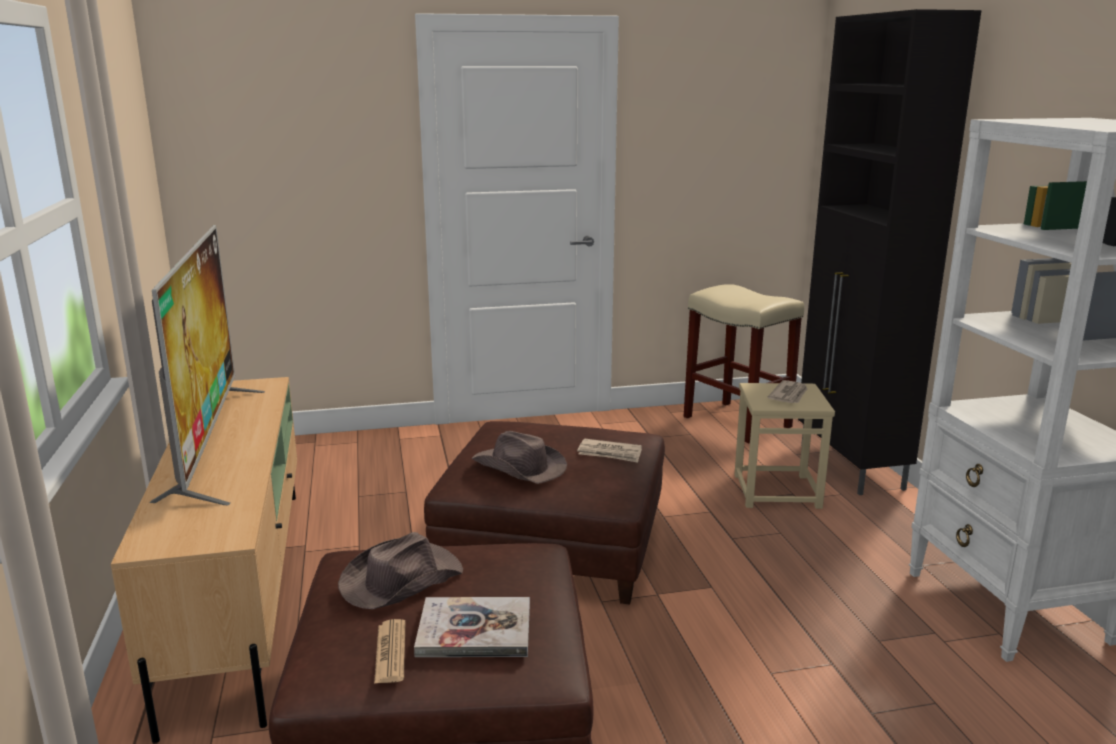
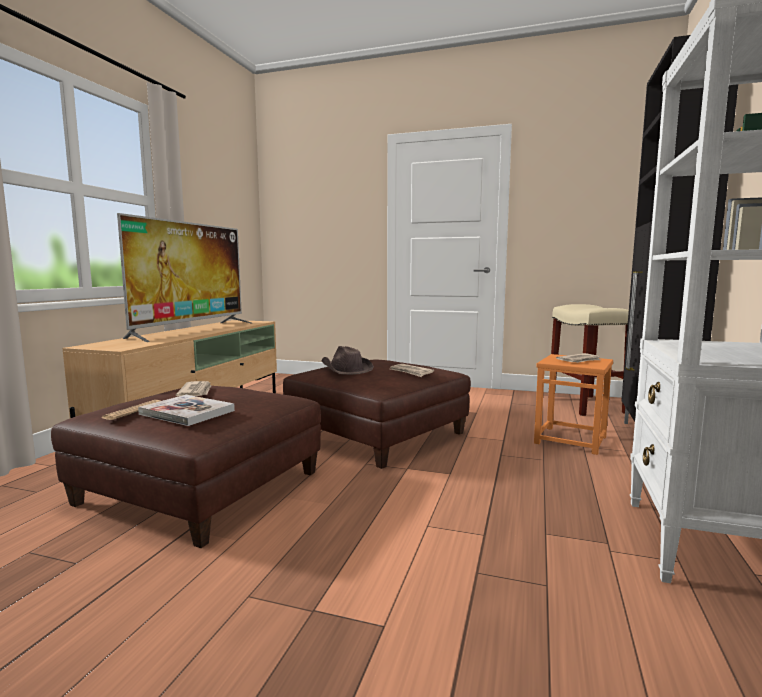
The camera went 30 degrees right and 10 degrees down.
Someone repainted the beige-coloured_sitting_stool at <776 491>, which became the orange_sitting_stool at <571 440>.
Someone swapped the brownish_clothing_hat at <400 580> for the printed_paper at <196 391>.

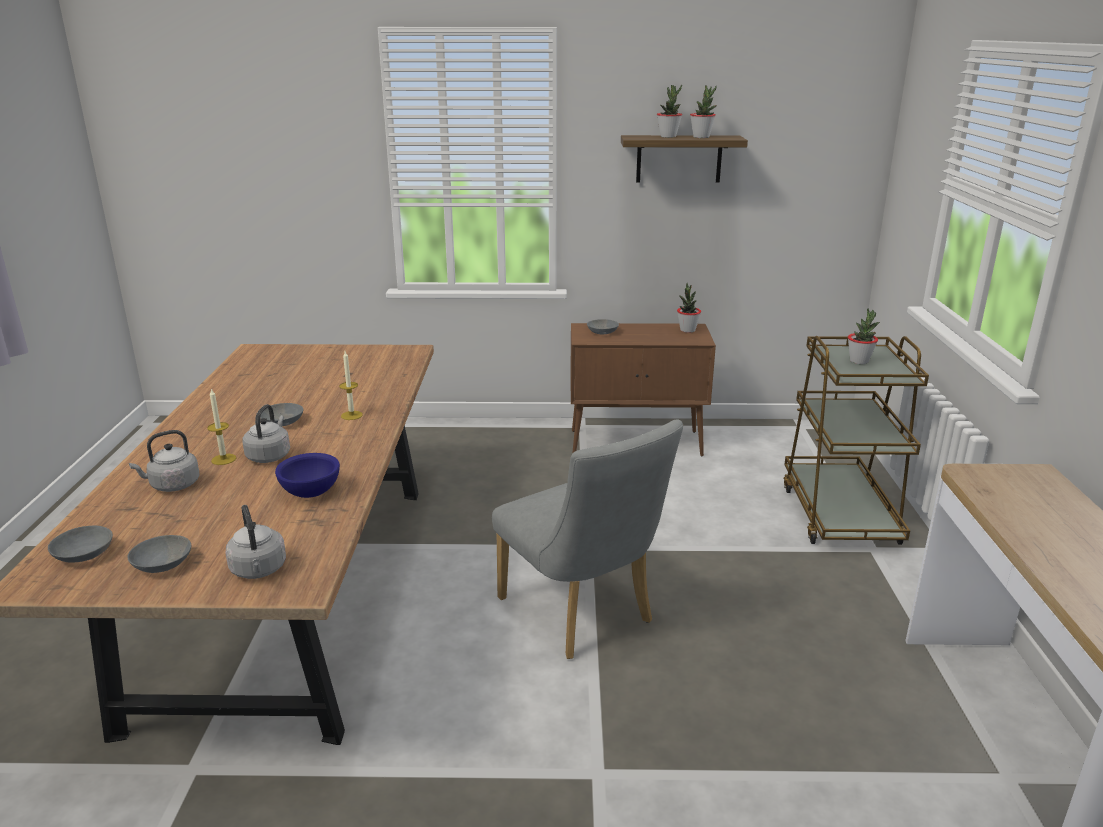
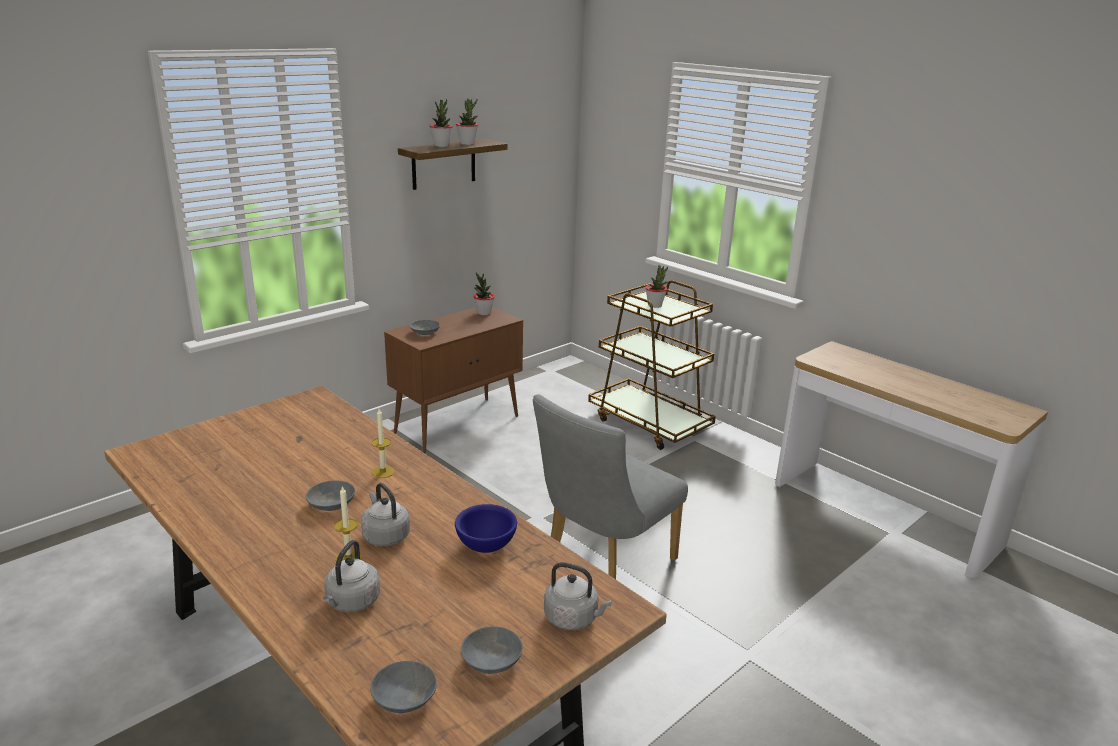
The camera went 45 degrees left and 0 degrees up.
Someone rotated the grey_plain_chair at <582 615> by 120 degrees clockwise.

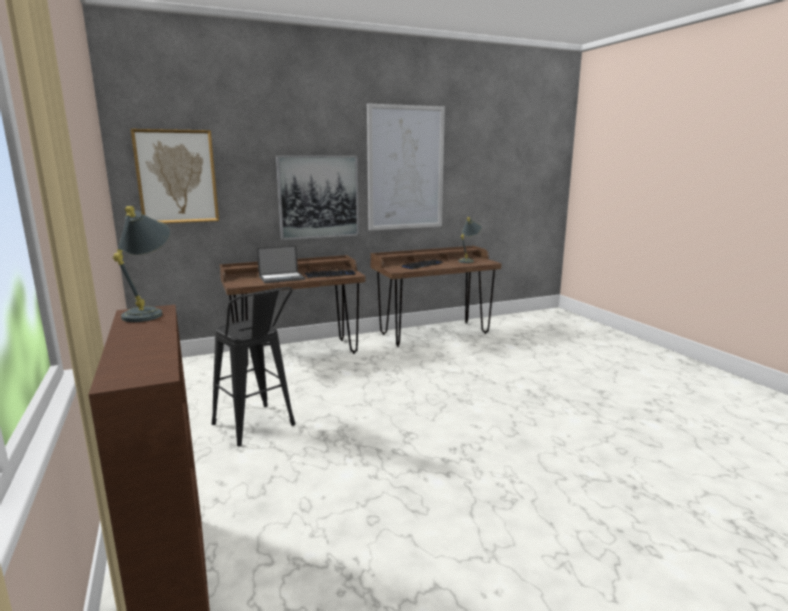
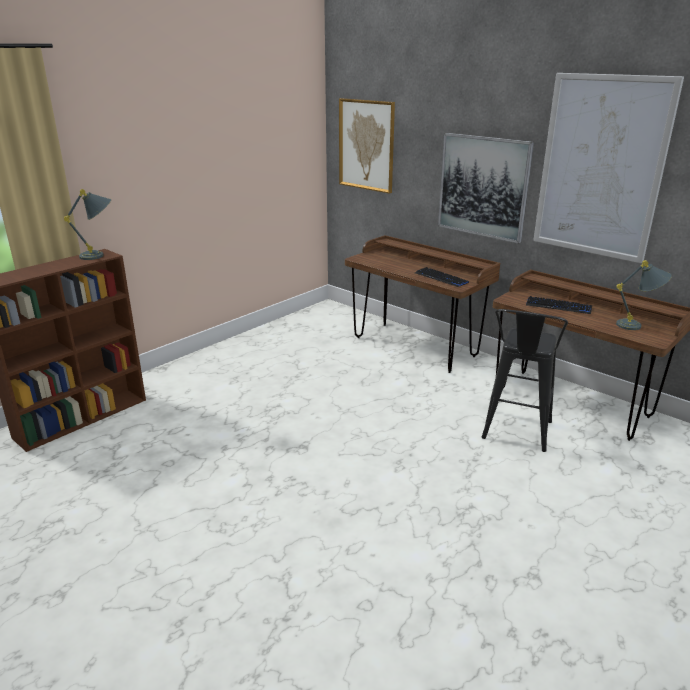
The camera went 65 degrees right and 10 degrees up.
Someone took away the laptop at <282 278>.
Someone carried the black-coloured_sitting_stool from <257 428> to <515 434>.

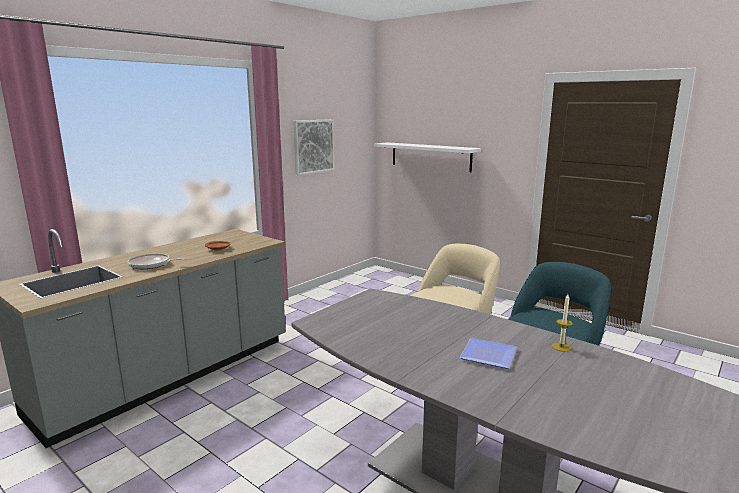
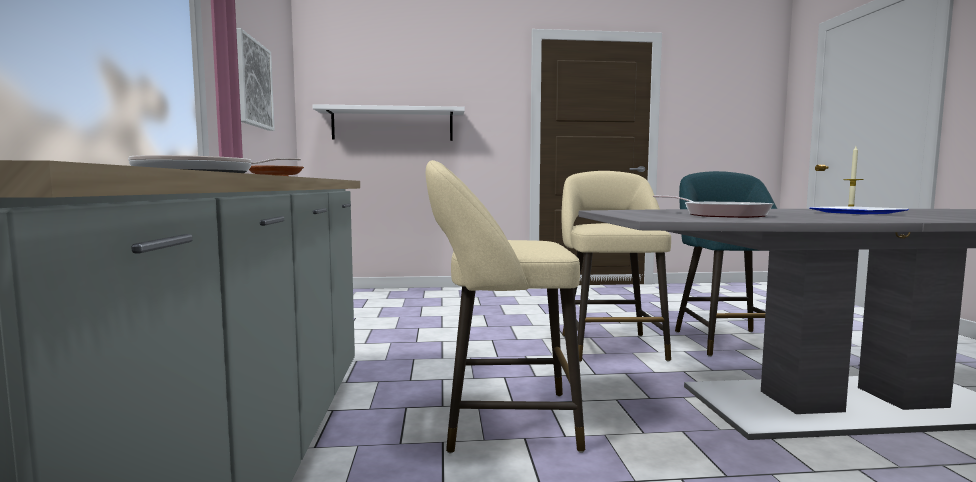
The camera went 45 degrees left and 10 degrees down.
Someone put down the beige-coloured_sitting_stool at <501 421>.
Someone put down the frying_pan at <719 215>.

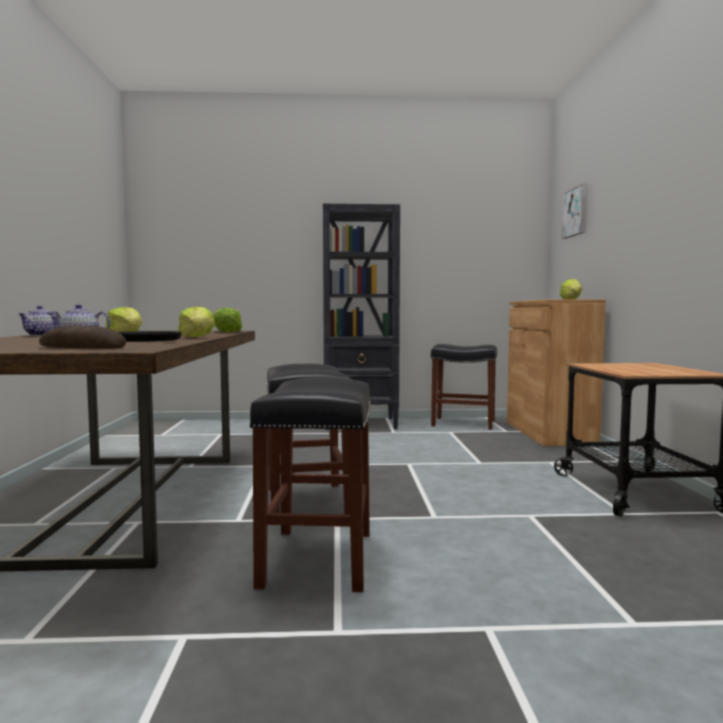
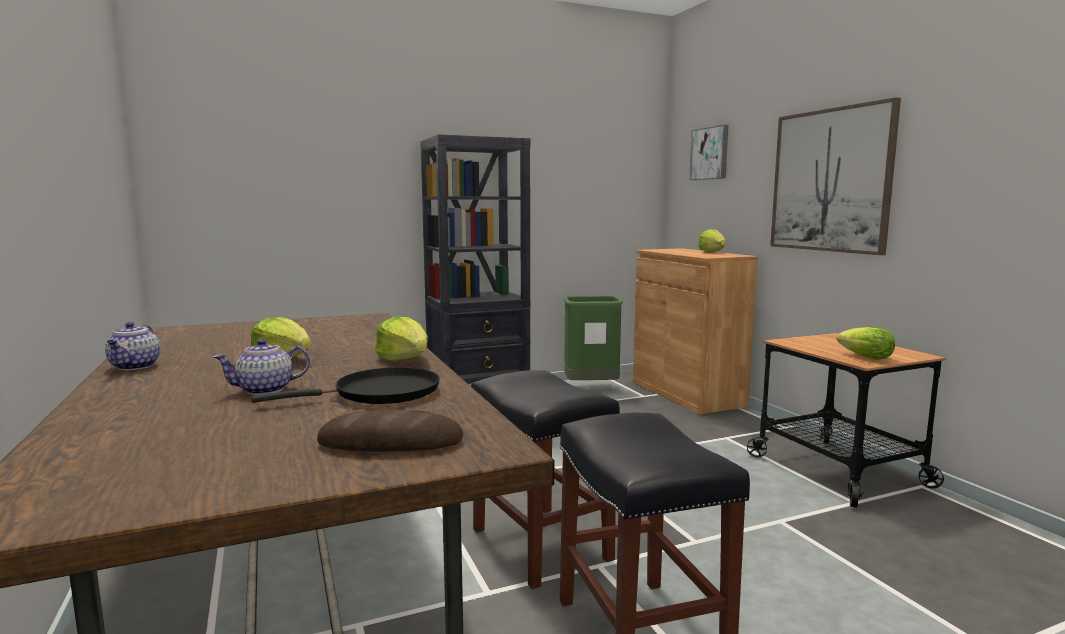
The camera went 20 degrees left and 5 degrees up.
Someone carried the head_of_lettuce from <227 332> to <866 357>.
Someone swapped the black-coloured_sitting_stool at <464 423> for the greenish_rubbish_bin at <591 388>.
Someone put up the wall_art at <830 180>.

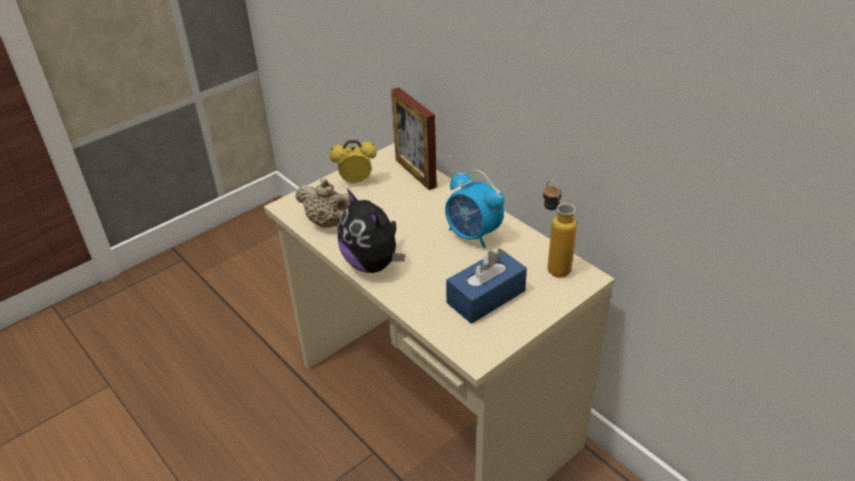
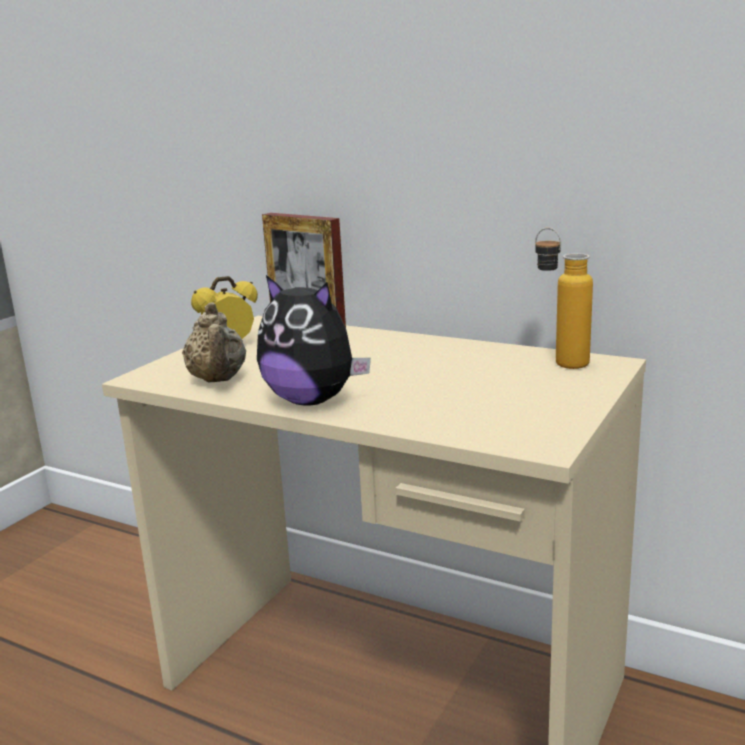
The camera went 20 degrees left and 20 degrees down.
Someone took away the table_clock at <473 235>.
Someone rotated the beige-coloured_tea_pot at <330 223> by 60 degrees clockwise.
Someone took away the blue_tissue_holder at <486 297>.

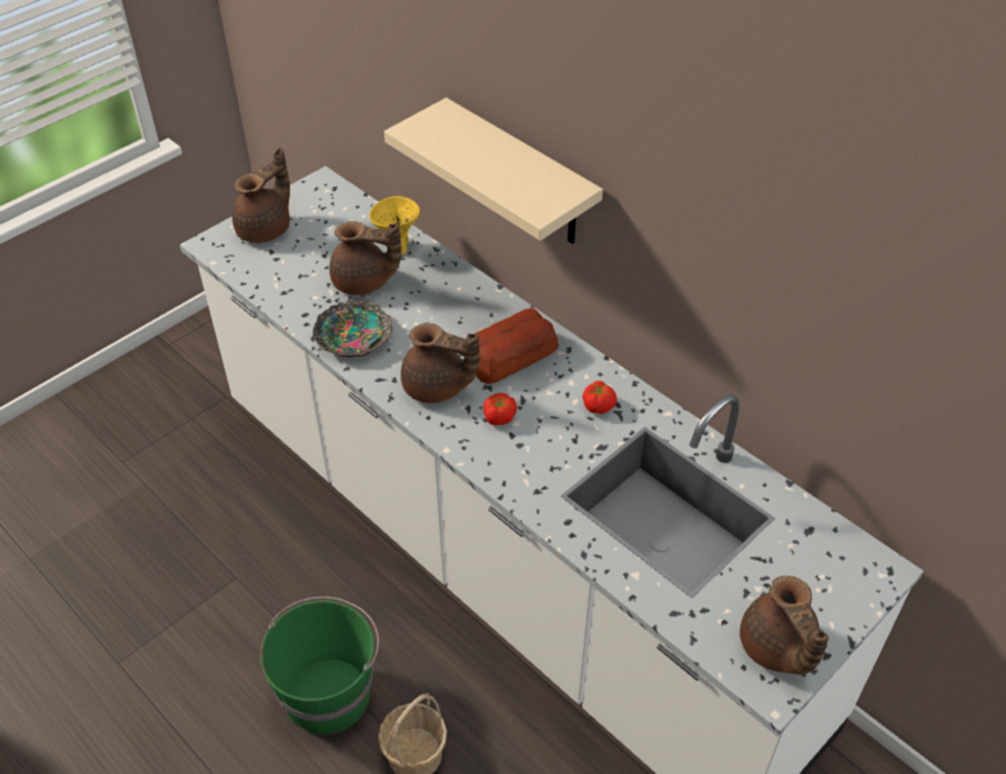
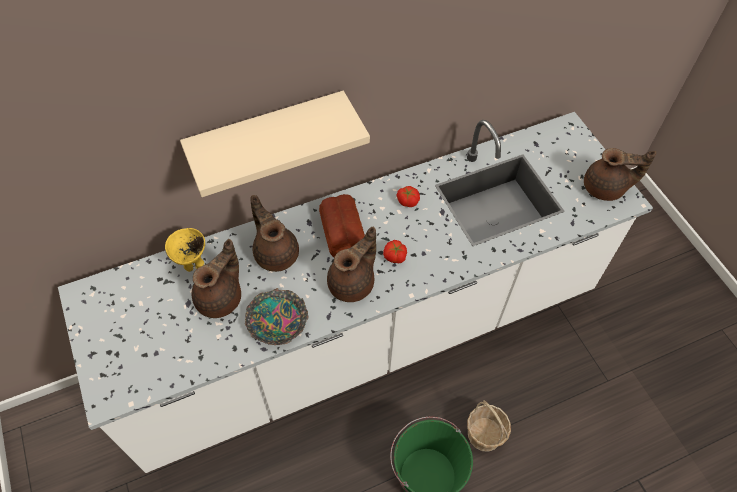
The camera went 70 degrees left and 10 degrees up.
Someone carried the brownish_tea_pot from <266 229> to <276 252>.

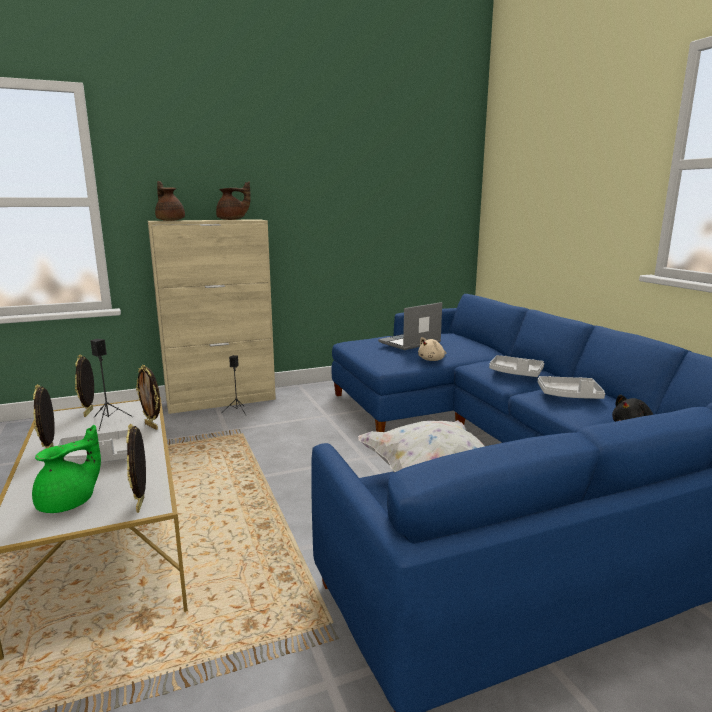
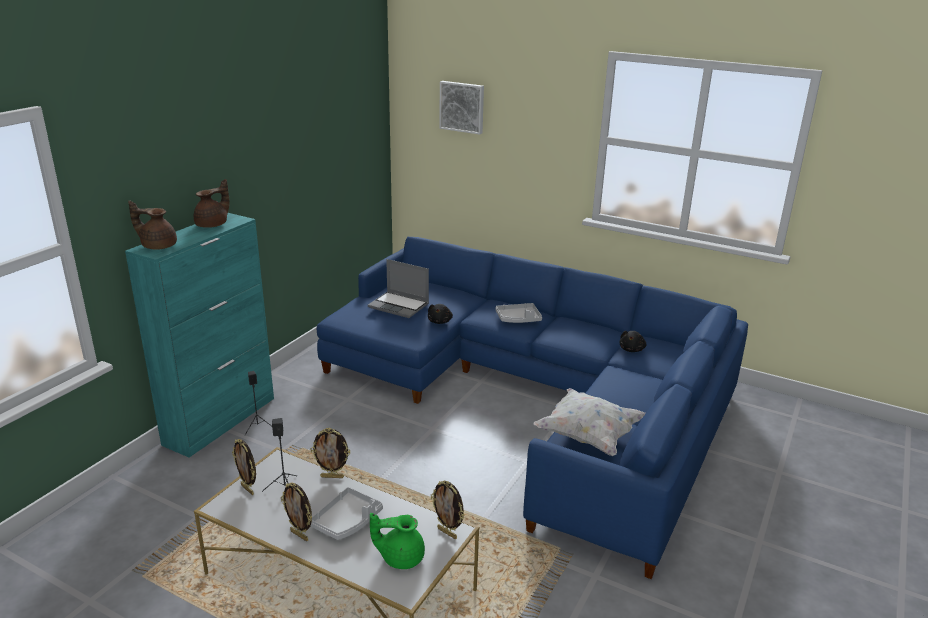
The camera went 40 degrees left and 10 degrees up.
Someone repainted the beige-coloured_storage_cabinet at <222 400>, which became the turquoise-coloured_storage_cabinet at <221 420>.
Someone rotated the laptop at <409 343> by 75 degrees counterclockwise.
Someone repainted the beige-coloured_cuddly_toy at <432 360>, which became the black-coloured_cuddly_toy at <440 321>.
Someone took away the grey_serving_tray at <569 395>.
Someone rotated the greenish_tea_pot at <69 503> by 90 degrees counterclockwise.
Someone put up the wall_art at <462 107>.

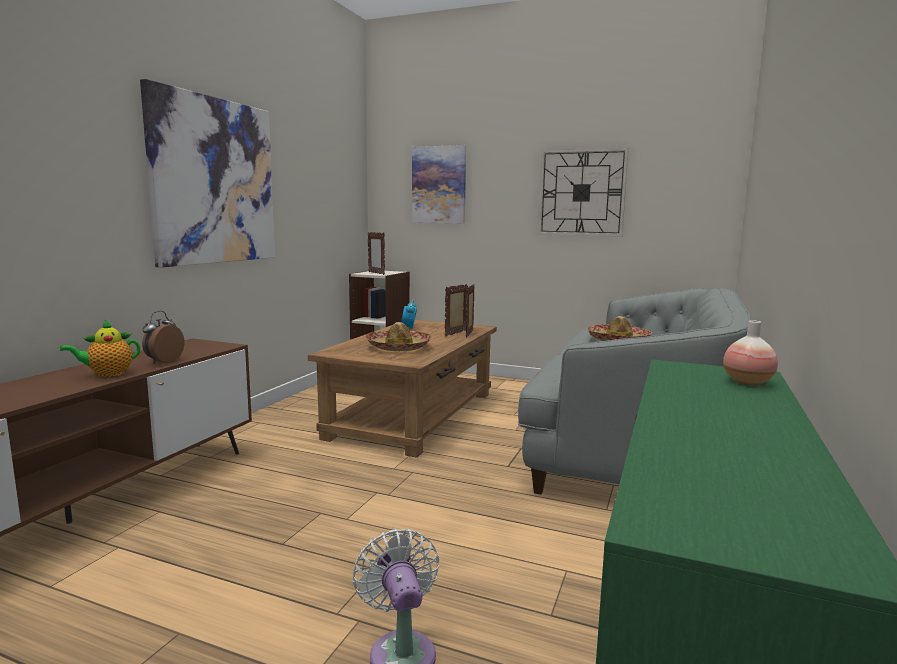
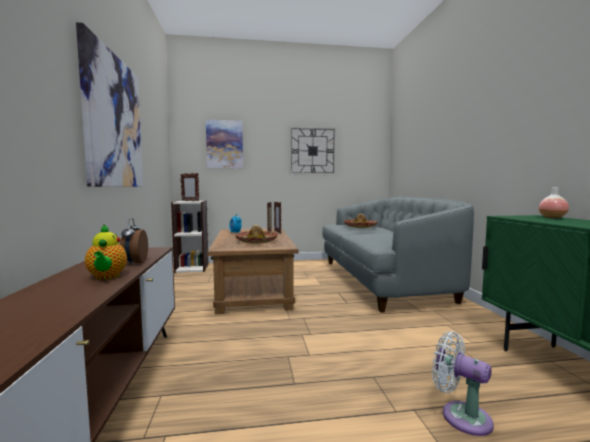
The camera went 30 degrees left and 5 degrees down.
Someone rotated the tea_pot at <107 374> by 45 degrees counterclockwise.

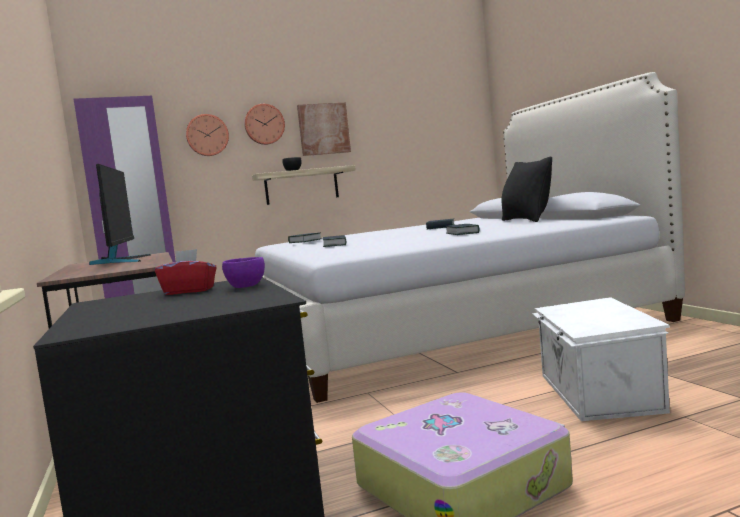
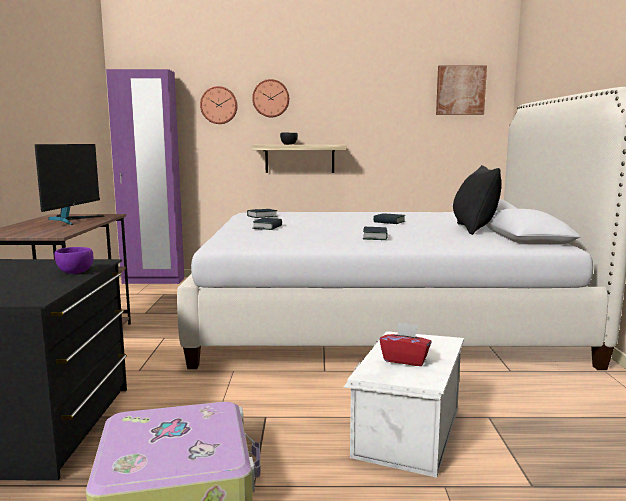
The camera went 20 degrees right and 5 degrees up.
Someone carried the wall_art from <323 129> to <460 90>.
Someone carried the reddish_tissue_holder from <189 291> to <405 360>.

